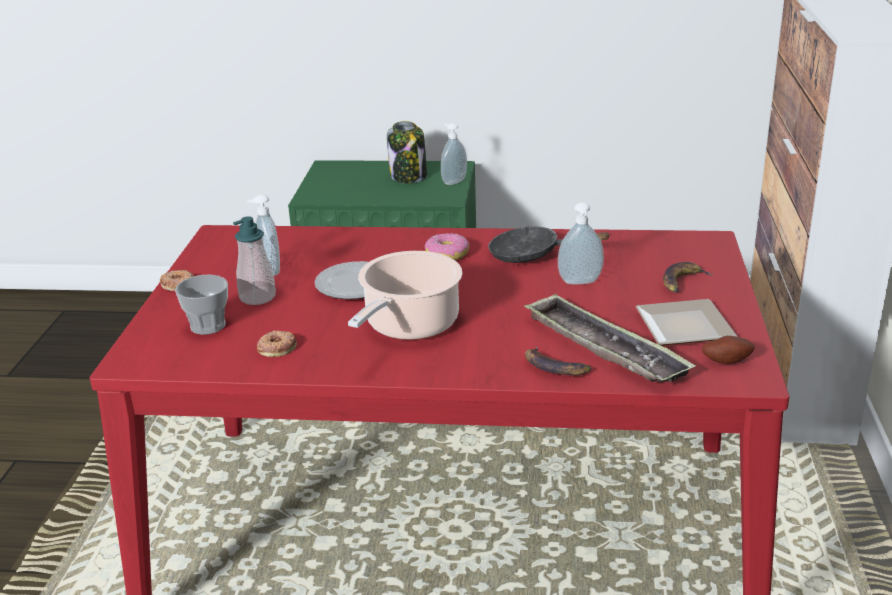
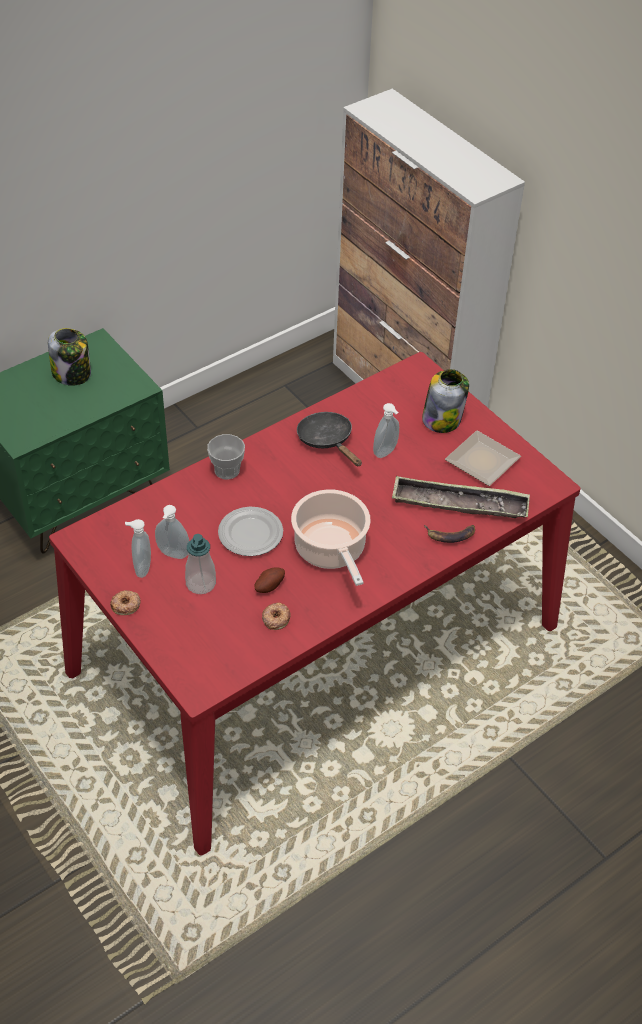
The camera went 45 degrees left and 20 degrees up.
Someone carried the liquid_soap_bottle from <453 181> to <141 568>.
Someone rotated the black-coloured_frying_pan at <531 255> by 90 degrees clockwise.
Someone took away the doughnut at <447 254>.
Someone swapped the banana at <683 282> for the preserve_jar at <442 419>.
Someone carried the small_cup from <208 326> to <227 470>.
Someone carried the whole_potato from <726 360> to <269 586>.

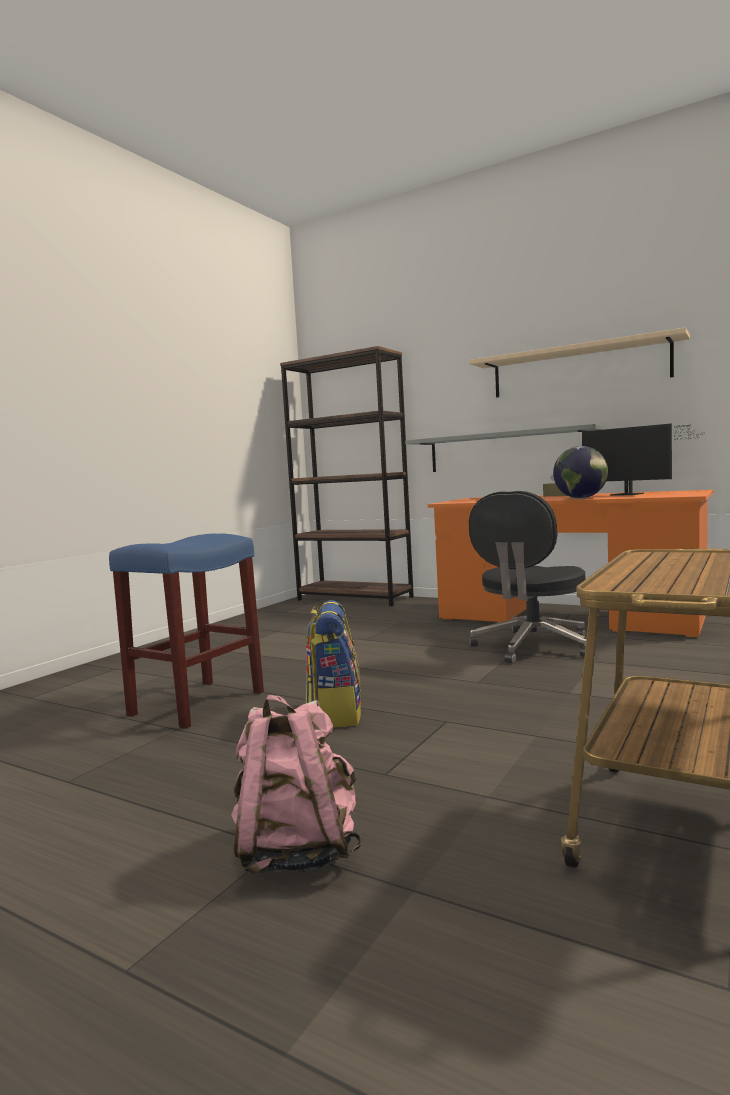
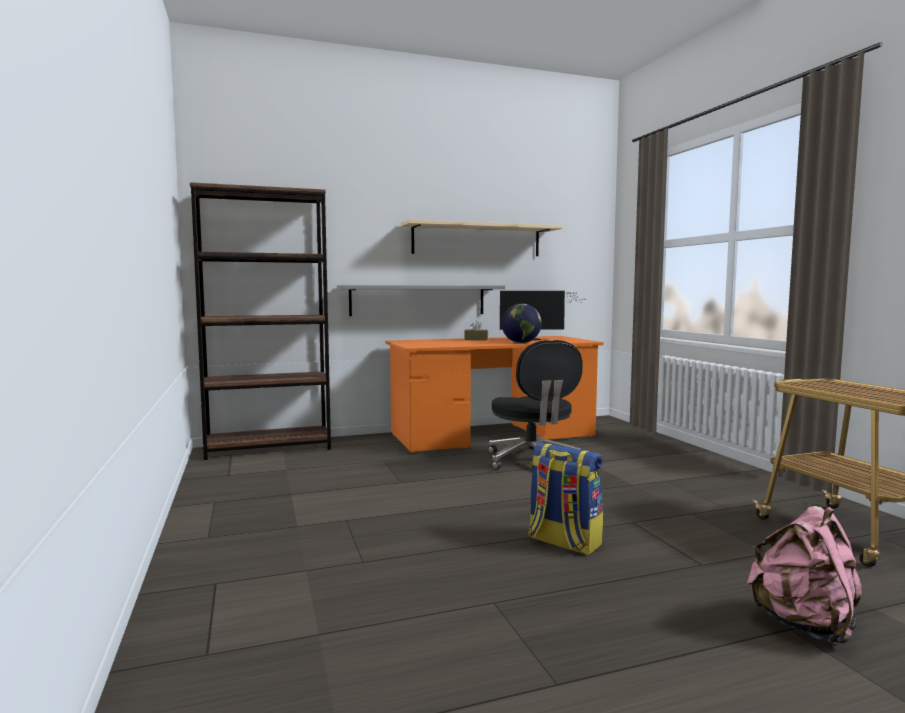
The camera went 50 degrees left and 0 degrees up.
Someone took away the blue_sitting_stool at <197 704>.

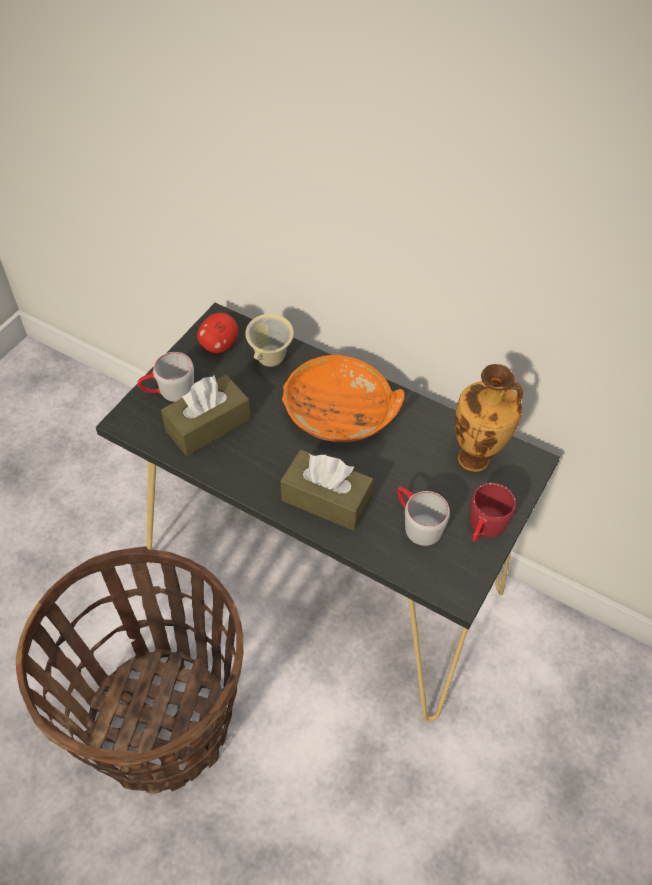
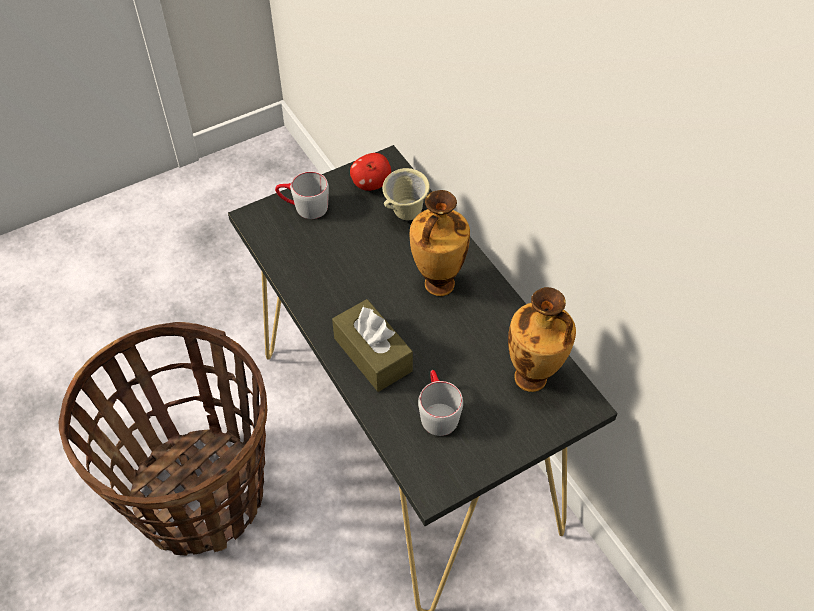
The camera went 30 degrees right and 0 degrees up.
Someone swapped the orange_deep_dish at <341 413> for the flower_vase at <437 285>.
Someone took away the brownish_tissue_holder at <208 425>.
Someone took away the reddish_coffee_mug at <484 529>.

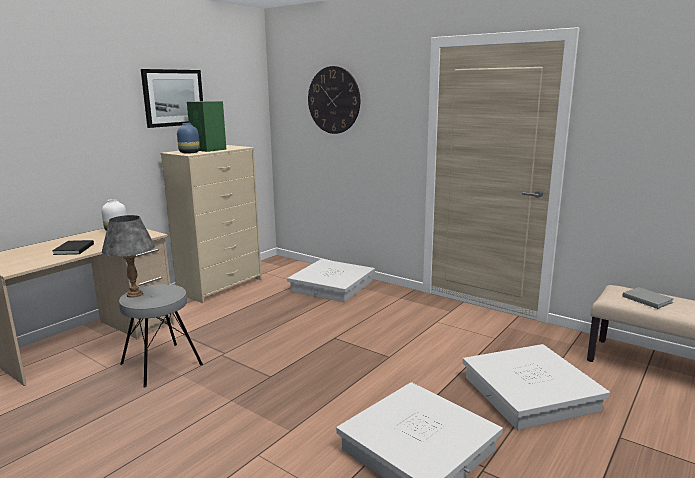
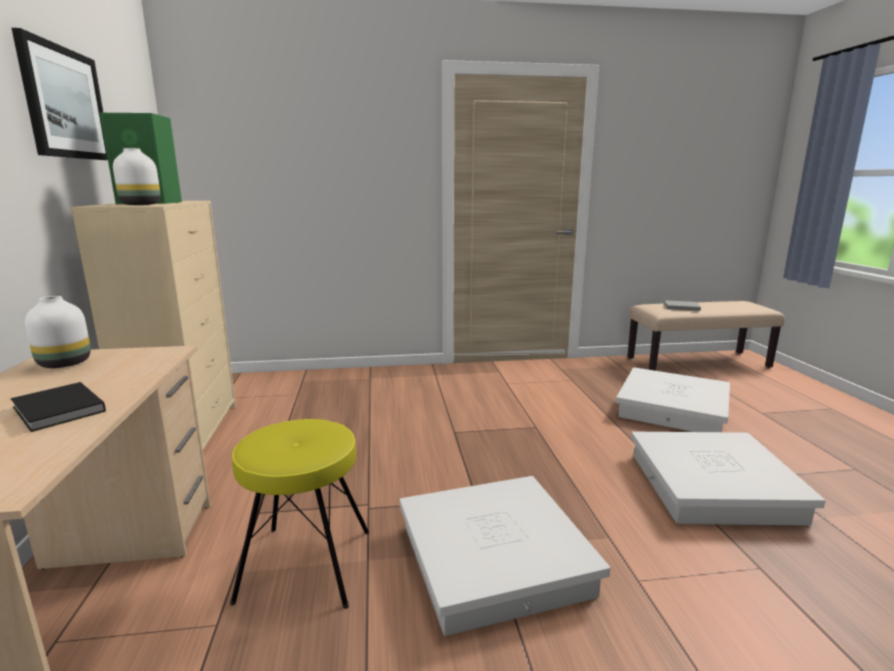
The camera went 45 degrees left and 0 degrees up.
Someone took away the hanging_clock at <334 100>.
Someone repainted the blue_flower_vase at <189 153>, which became the white_flower_vase at <141 205>.
Someone took away the grey_table_lamp at <134 294>.
Someone carried the white_storage_bin from <332 286> to <494 559>.
Someone repainted the grey_sitting_stool at <161 364>, which became the yellow_sitting_stool at <306 565>.

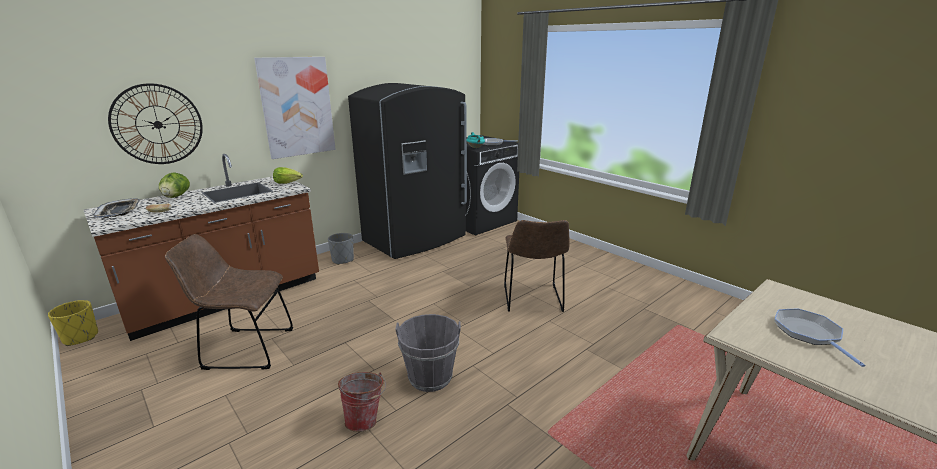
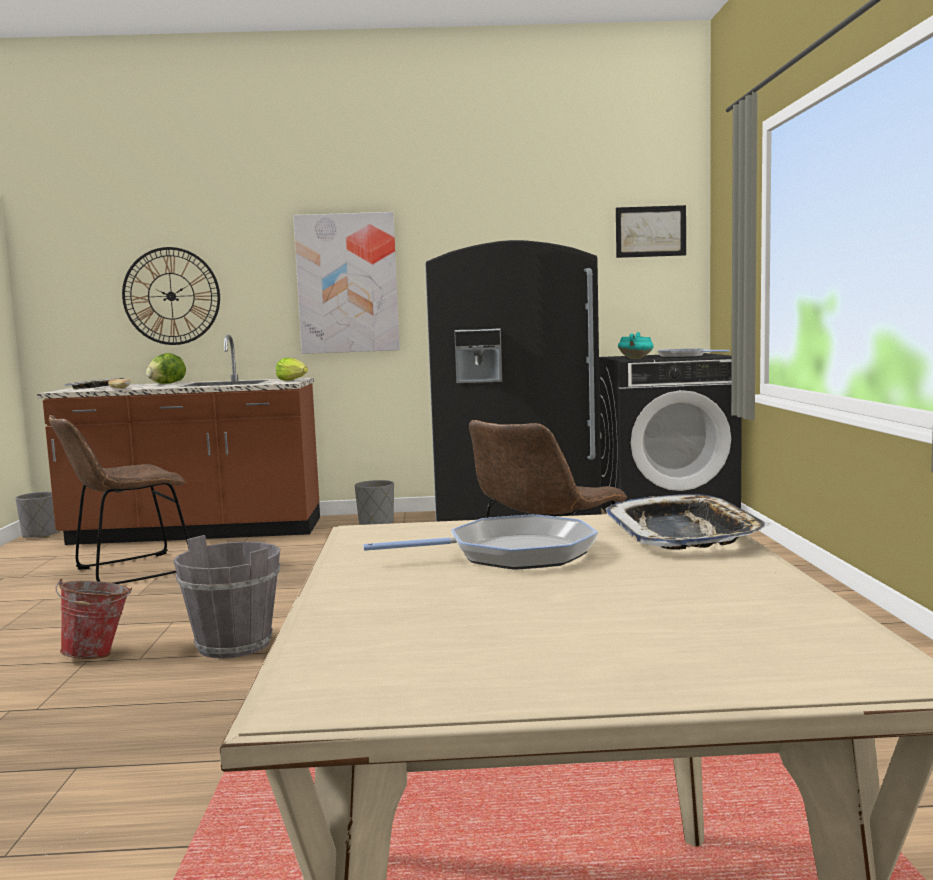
The camera went 40 degrees right and 15 degrees down.
Someone rotated the brownish_plain_chair at <244 349> by 75 degrees counterclockwise.
Someone repainted the yellow_planter at <80 337>, which became the grey_planter at <41 535>.
Someone rotated the frying_pan at <809 333> by 45 degrees clockwise.
Someone put up the wall_art at <650 231>.
Someone put down the serving_tray at <683 534>.

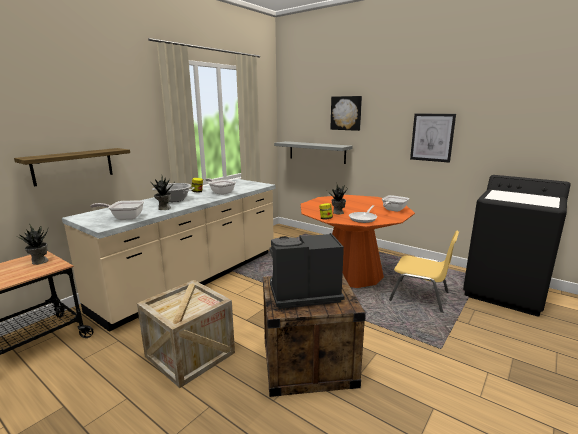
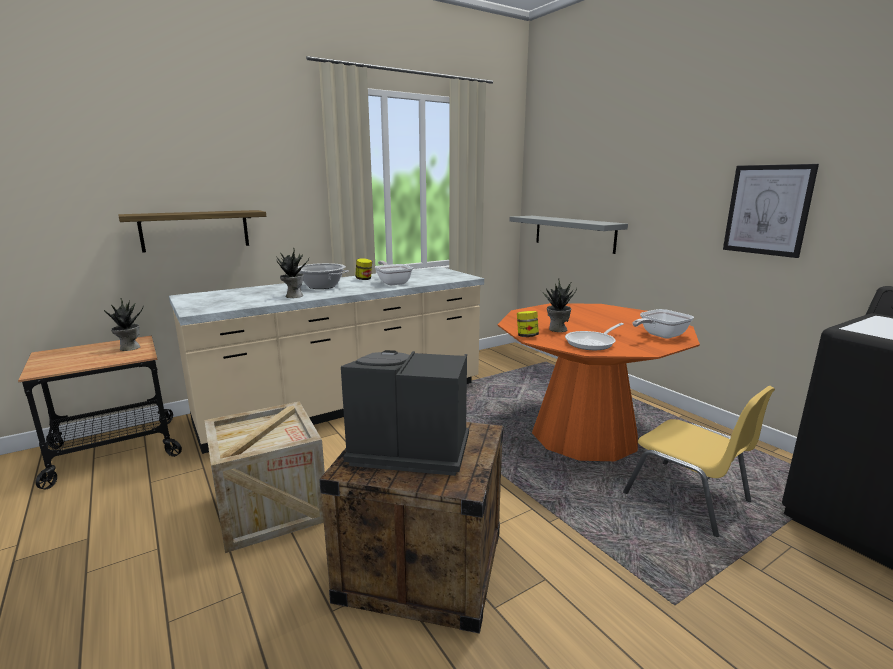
The camera went 20 degrees right and 0 degrees up.
Someone took away the wall_art at <346 113>.
Someone took away the frying_pan at <125 218>.

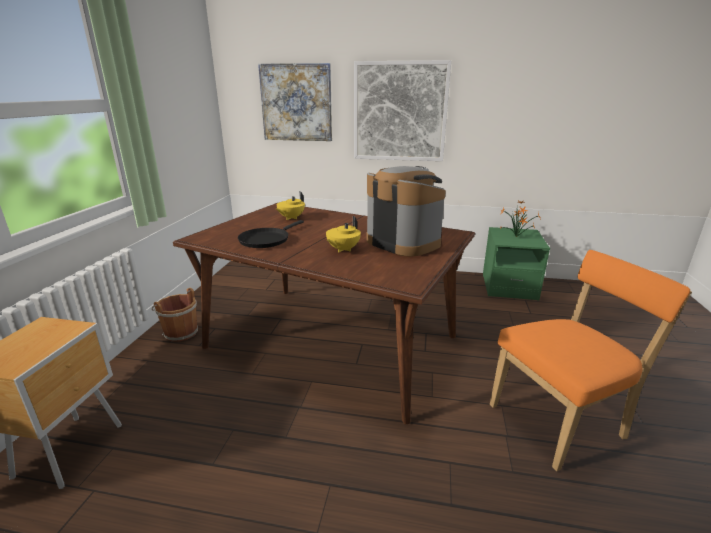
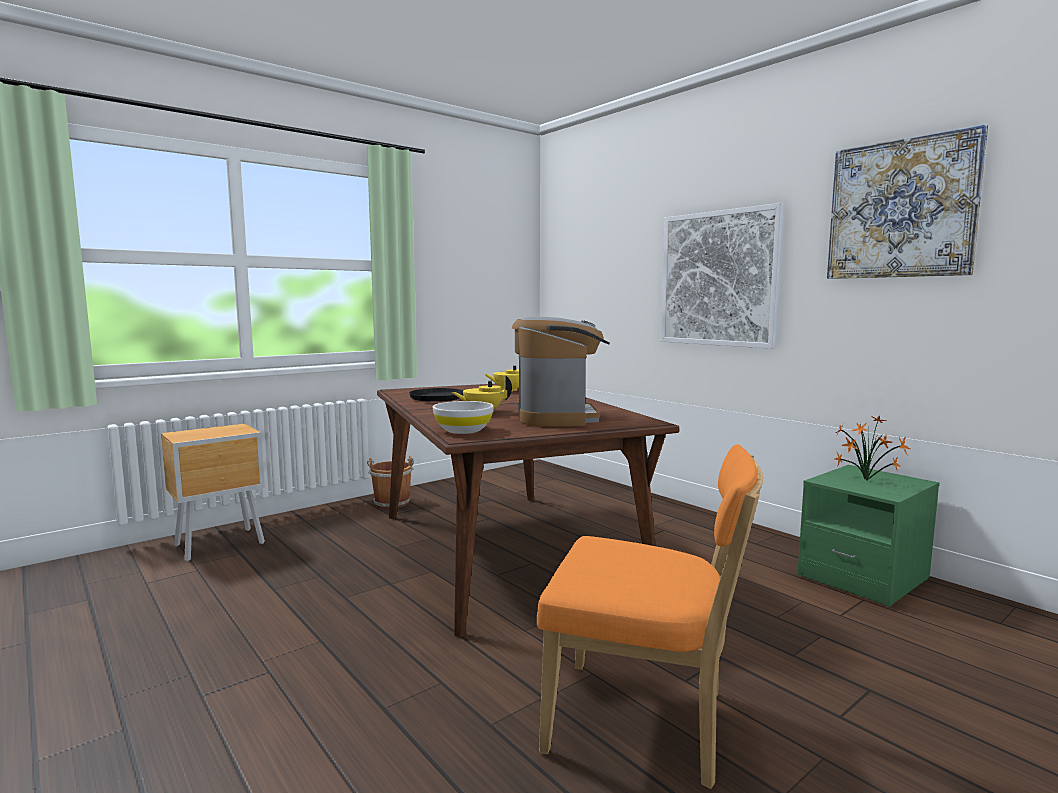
The camera went 40 degrees right and 15 degrees down.
Someone carried the wall_art from <296 103> to <901 209>.
Someone put down the white_deep_dish at <463 430>.

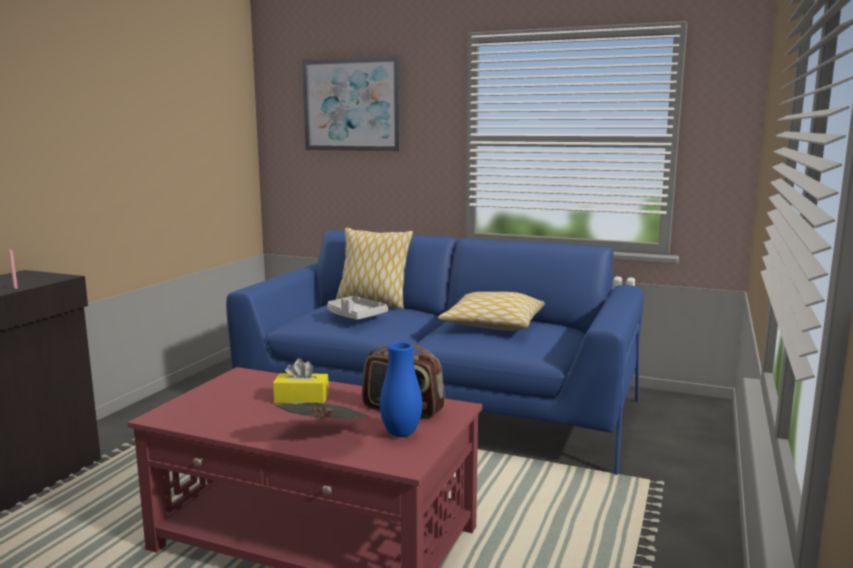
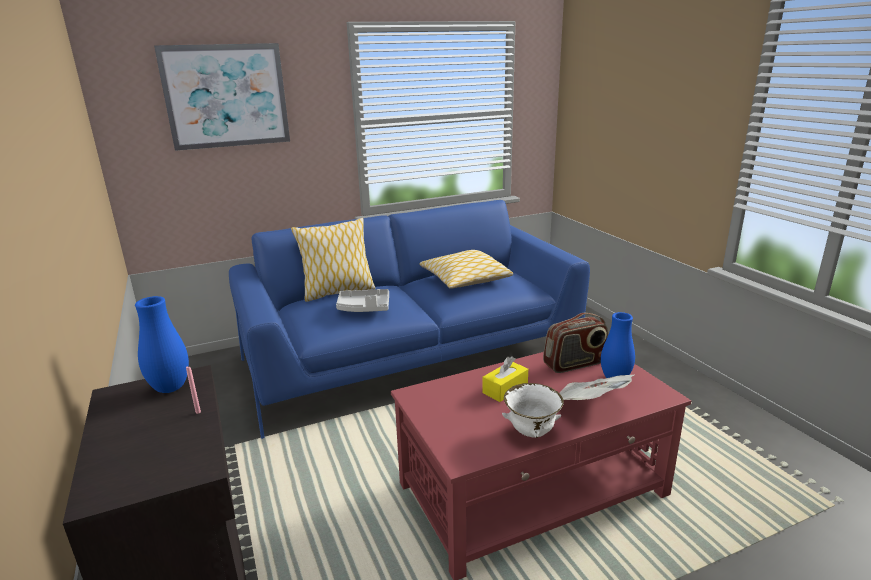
The camera went 45 degrees left and 10 degrees up.
Someone put down the blue_flower_vase at <170 388>.
Someone put down the white_deep_dish at <531 432>.

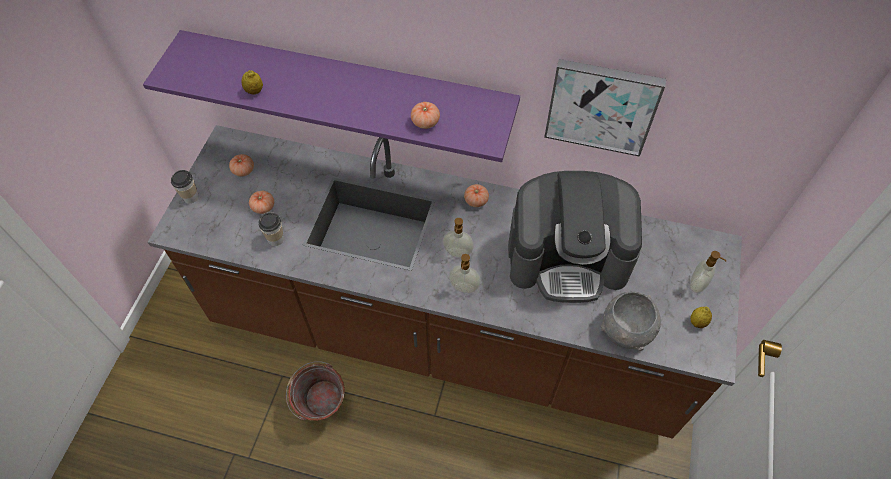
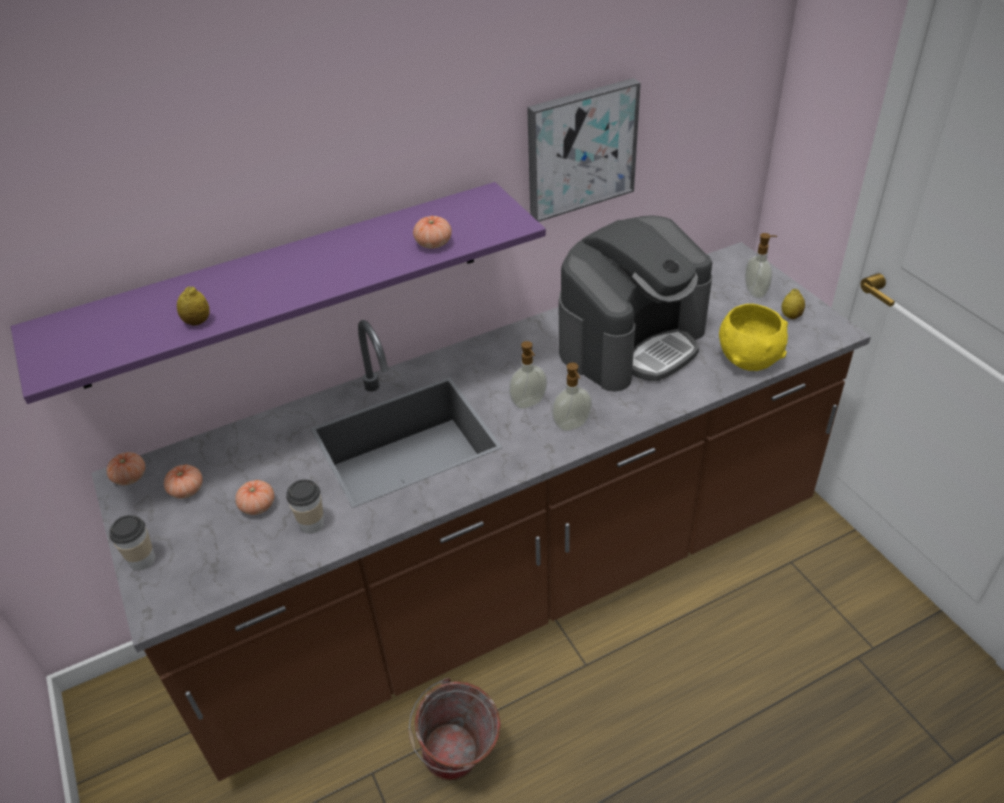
The camera went 40 degrees left and 15 degrees down.
Someone carried the fresh_tomato from <476 201> to <130 477>.
Someone repainted the grey_deep_dish at <627 330>, which became the yellow_deep_dish at <749 358>.

